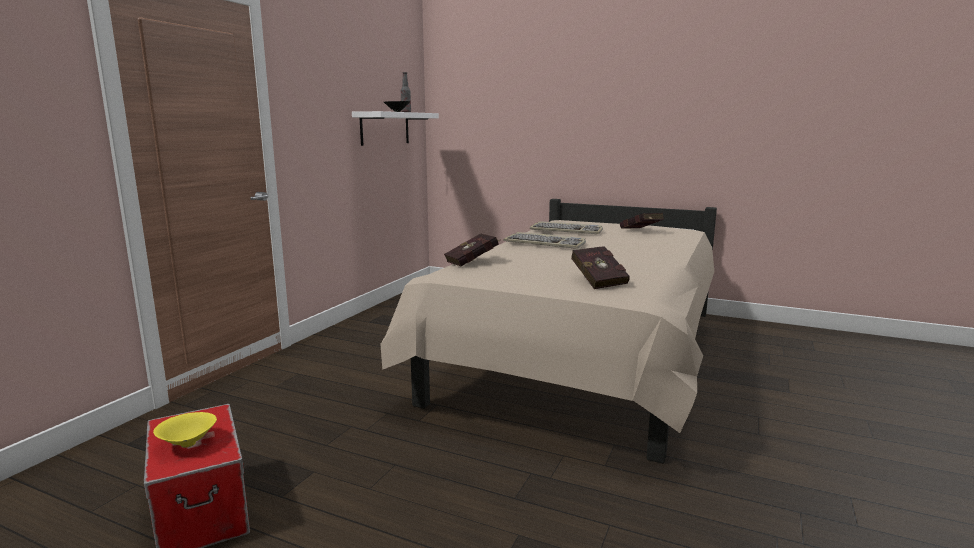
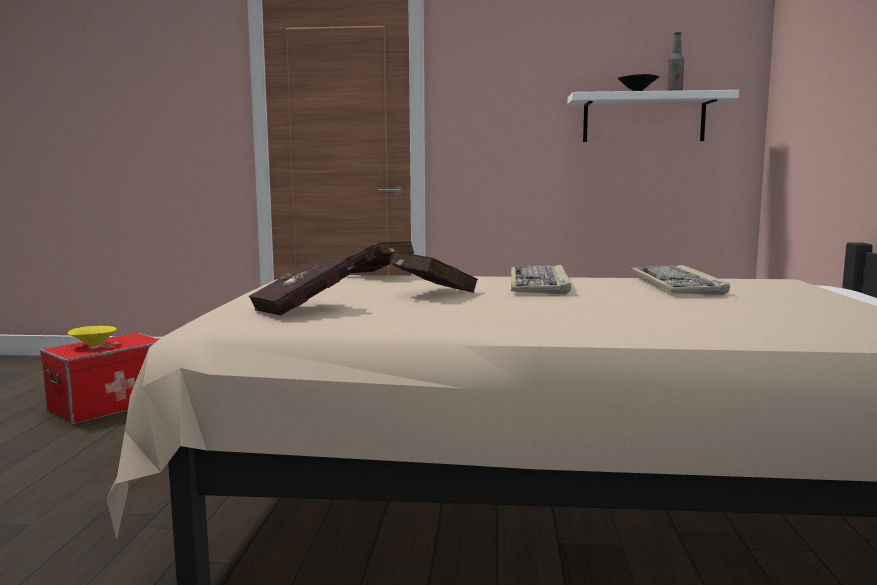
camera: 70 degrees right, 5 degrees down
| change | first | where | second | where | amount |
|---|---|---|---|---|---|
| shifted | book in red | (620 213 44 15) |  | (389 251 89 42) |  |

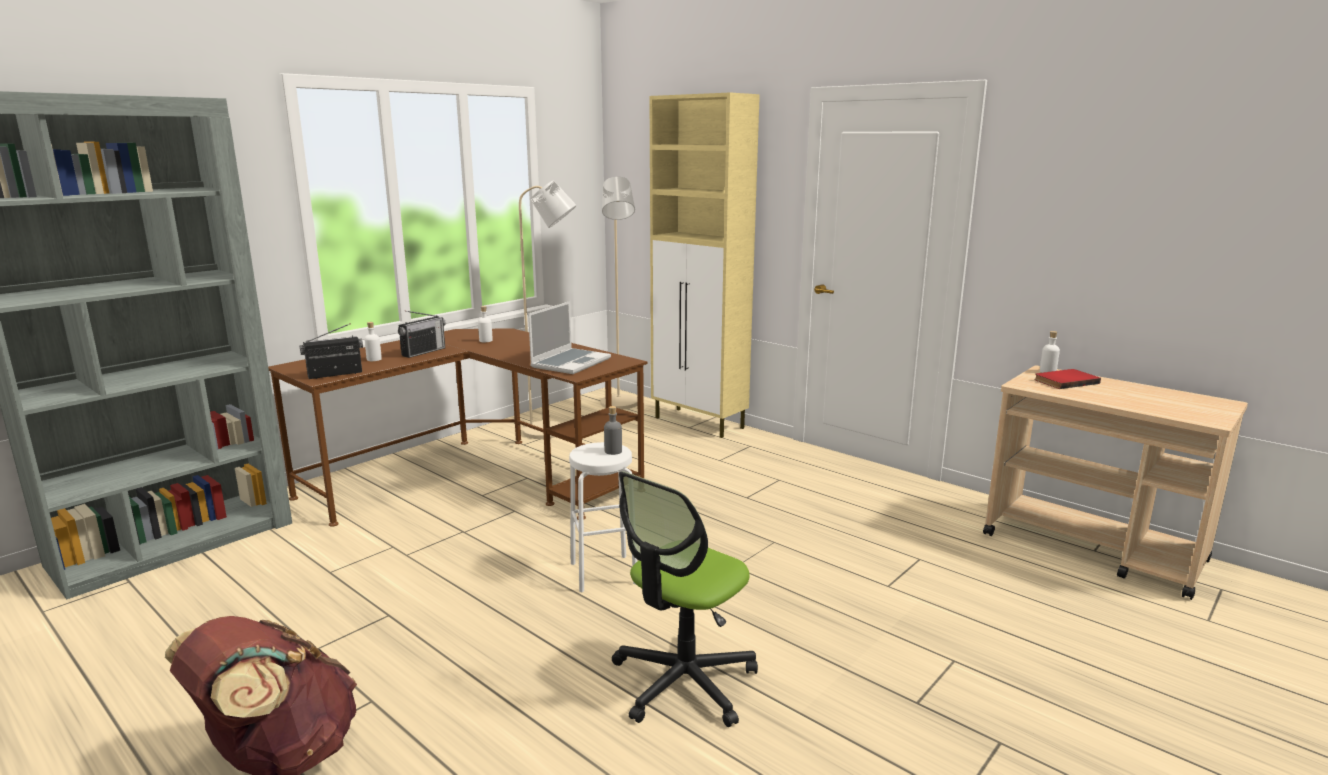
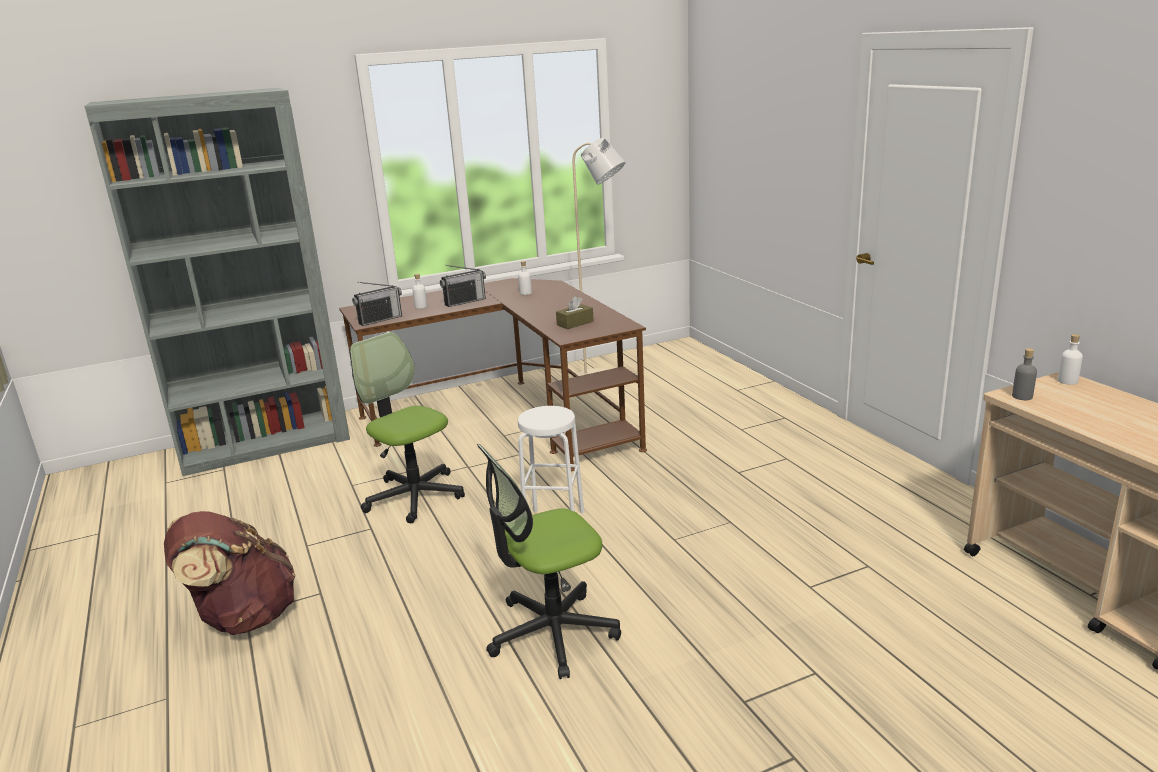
camera: 25 degrees right, 5 degrees up
| change | first | where | second | where | amount |
|---|---|---|---|---|---|
| rotated | radio | (300 323 63 56) |  | (352 282 50 44) | 150 degrees clockwise |
| swapped | laptop | (528 301 83 73) | tissue box in brown | (556 296 38 33) |  |
| gone | floor lamp in beige | (601 177 37 233) |  |  |  |
| shifted | bottle in grey | (604 406 18 49) |  | (1012 348 25 52) |  |
| gone | cabinet in beige | (650 93 110 345) |  |  |  |
| gone | book in red | (1034 369 67 20) |  |  |  |
| new |  |  | office chair | (350 332 115 191) |  |

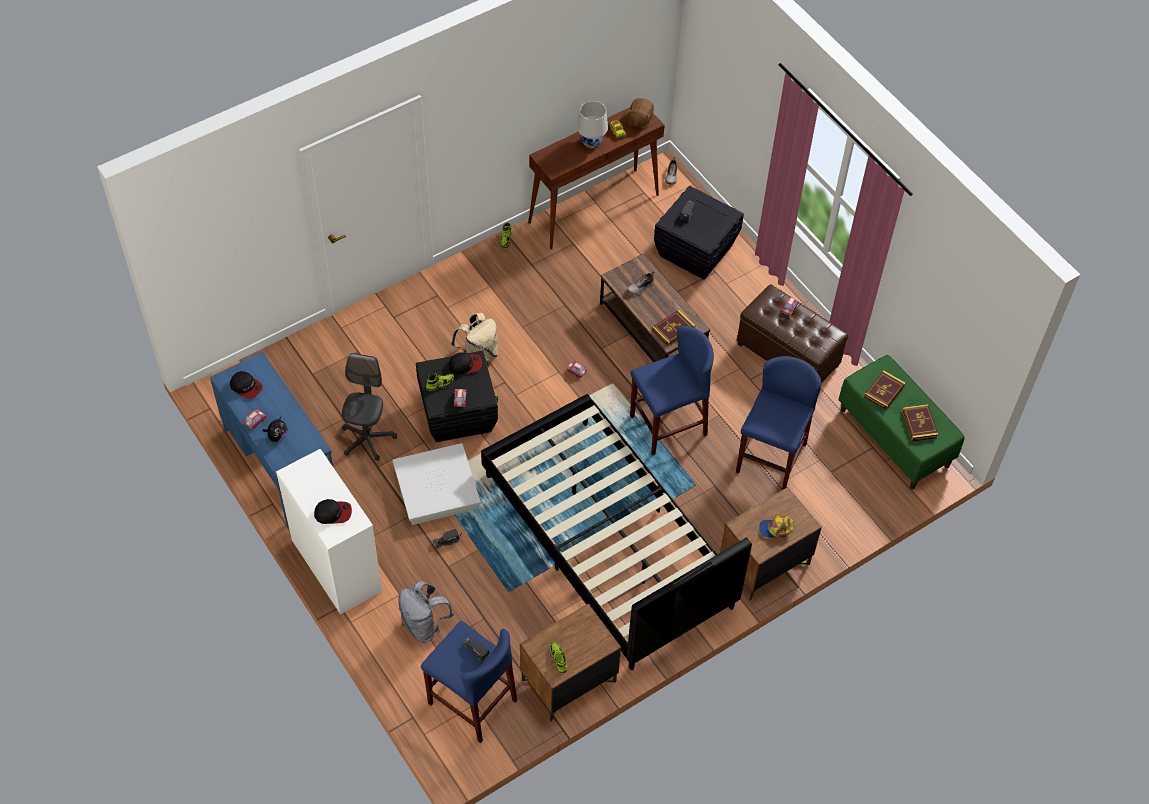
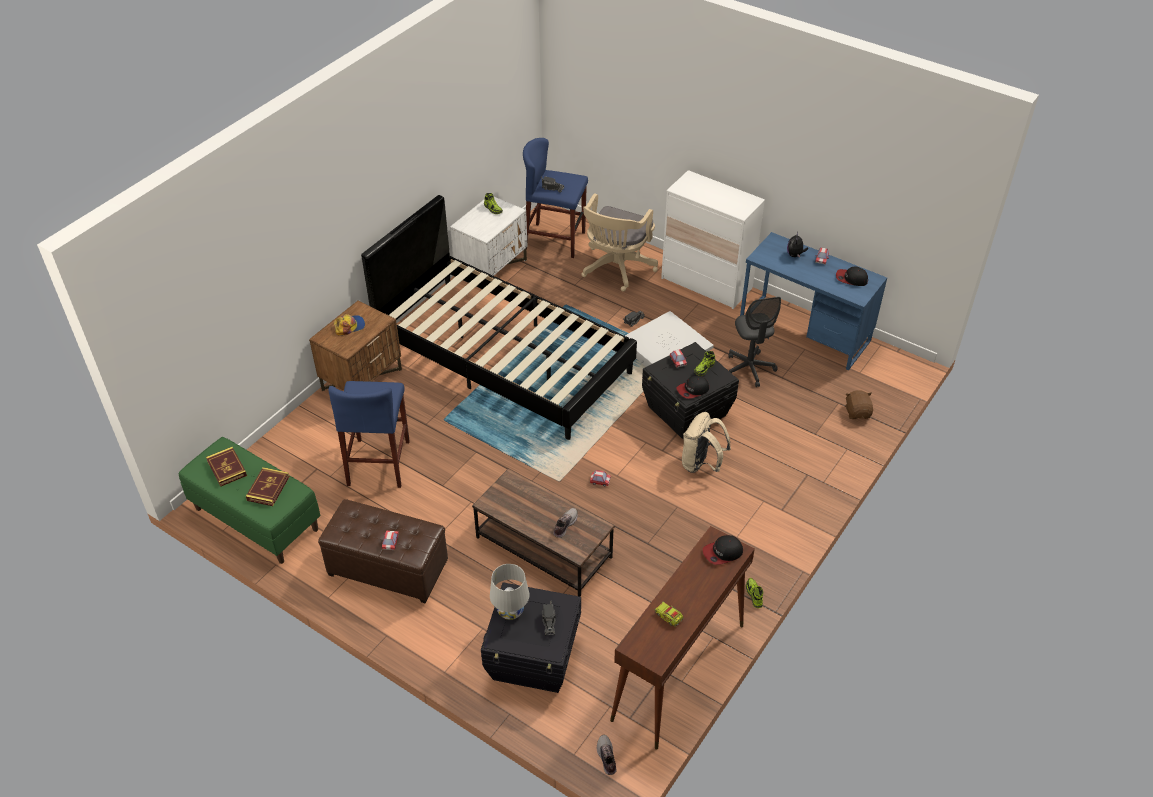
camera: 160 degrees right, 10 degrees down
| change | first | where | second | where | amount |
|---|---|---|---|---|---|
| shifted | cap | (314 499 38 25) |  | (703 535 40 30) |  |
| swapped | backpack in grey | (398 581 56 62) | office chair in beige | (582 194 76 98) |  |
| repainted | nightstand in brown | (520 603 101 119) | nightstand in white | (450 197 78 79) |  |
| shifted | table lamp in white | (577 101 31 47) |  | (490 564 39 56) |  |
| shifted | plush toy in brown | (626 98 28 31) |  | (846 390 27 29) |  |
| gone | stool in blue | (630 326 84 129) |  |  |  |
| gone | book | (652 310 43 36) |  |  |  |

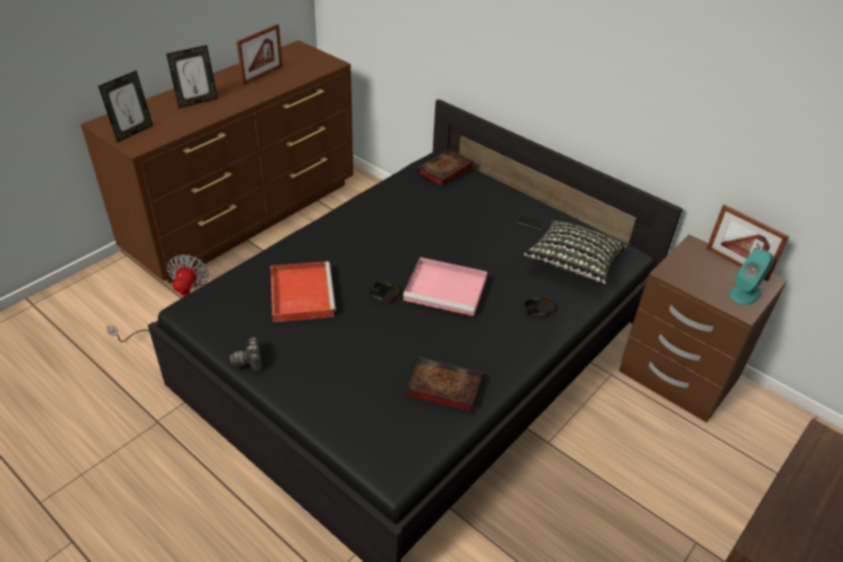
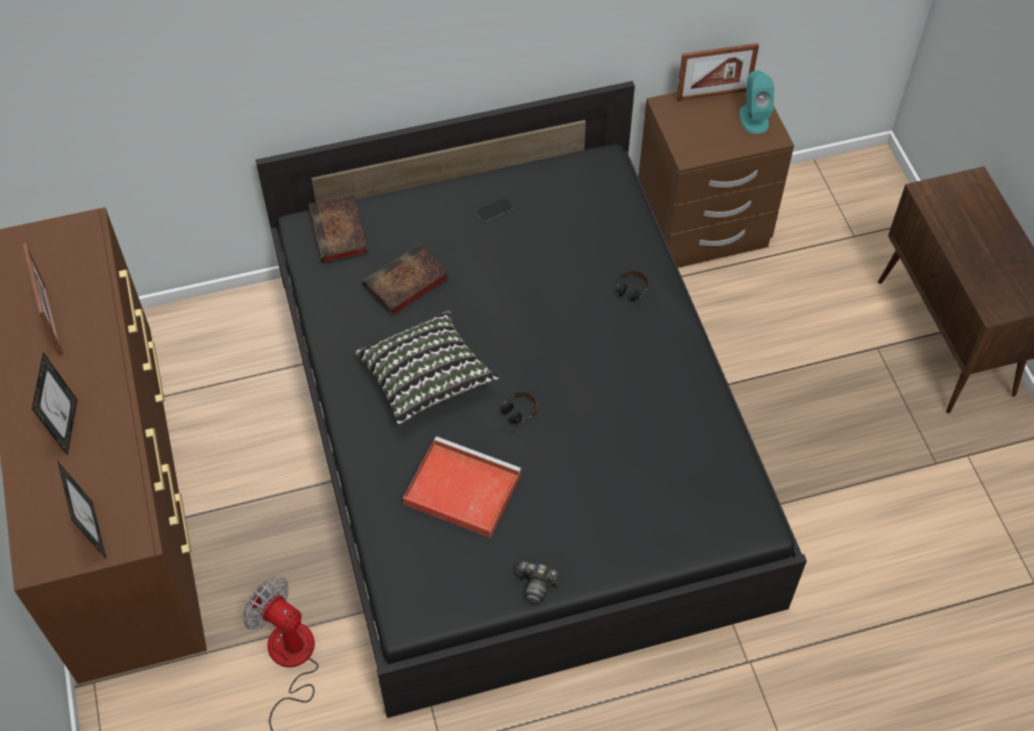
camera: 55 degrees left, 15 degrees up
| change | first | where | second | where | amount |
|---|---|---|---|---|---|
| gone | tray in pink | (403 257 84 59) |  |  |  |
| shifted | book | (406 357 77 56) |  | (363 244 86 72) |  |
| shifted | pillow | (524 221 103 63) |  | (355 310 144 114) |  |

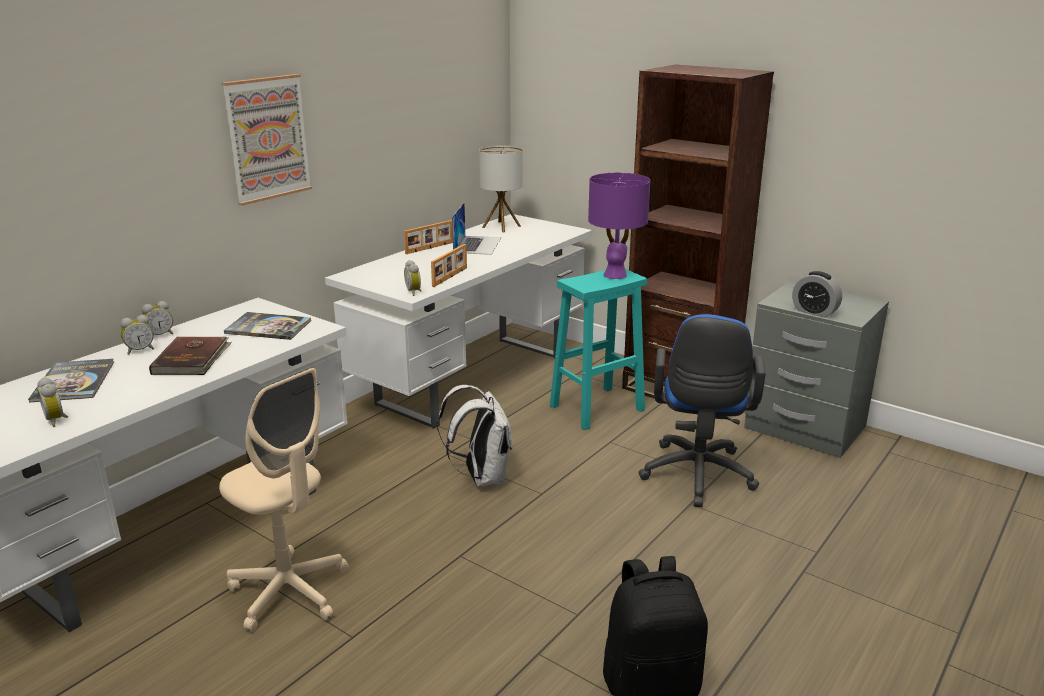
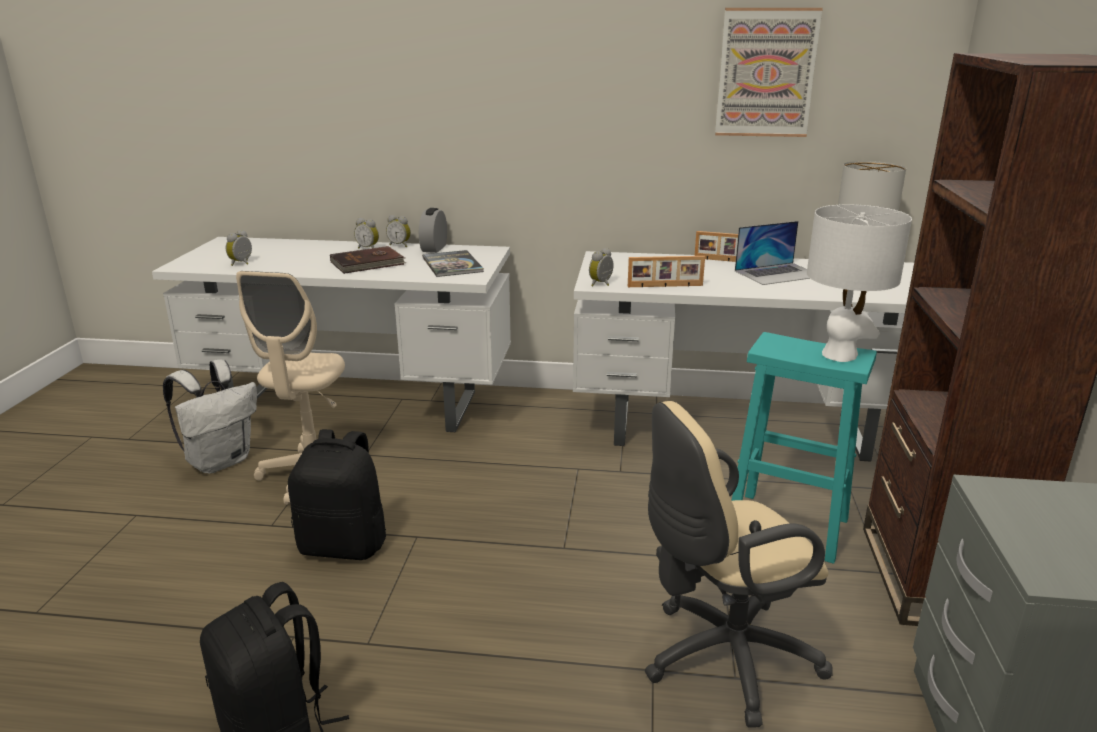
camera: 60 degrees right, 0 degrees up
| change | first | where | second | where | amount |
|---|---|---|---|---|---|
| gone | book | (28 359 86 44) |  |  |  |
| shifted | picture | (222 74 90 132) |  | (715 8 108 129) |  |
| shifted | backpack in white | (437 385 76 102) |  | (163 359 94 115) |  |
| repainted | table lamp in purple | (588 173 63 106) | table lamp in white | (807 204 105 158) |  |
| repainted | office chair in blue | (638 314 127 193) | office chair in beige | (645 401 188 327) |  |
| shifted | alarm clock | (792 271 50 47) |  | (419 208 28 45) |  |
| new |  |  | backpack in black | (288 429 98 131) |  |

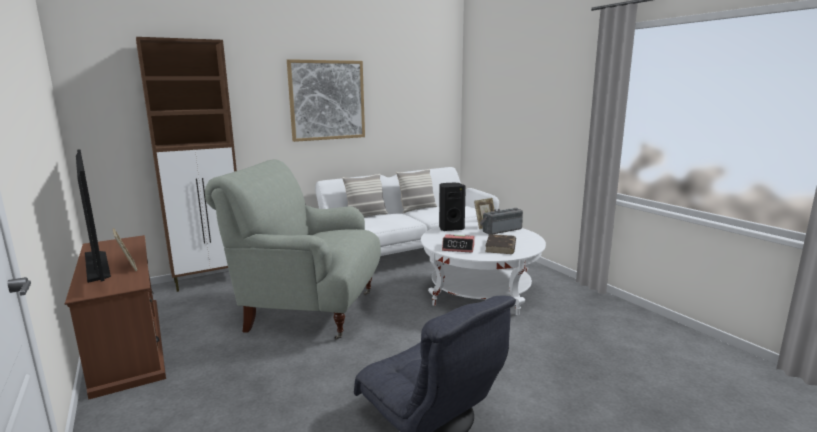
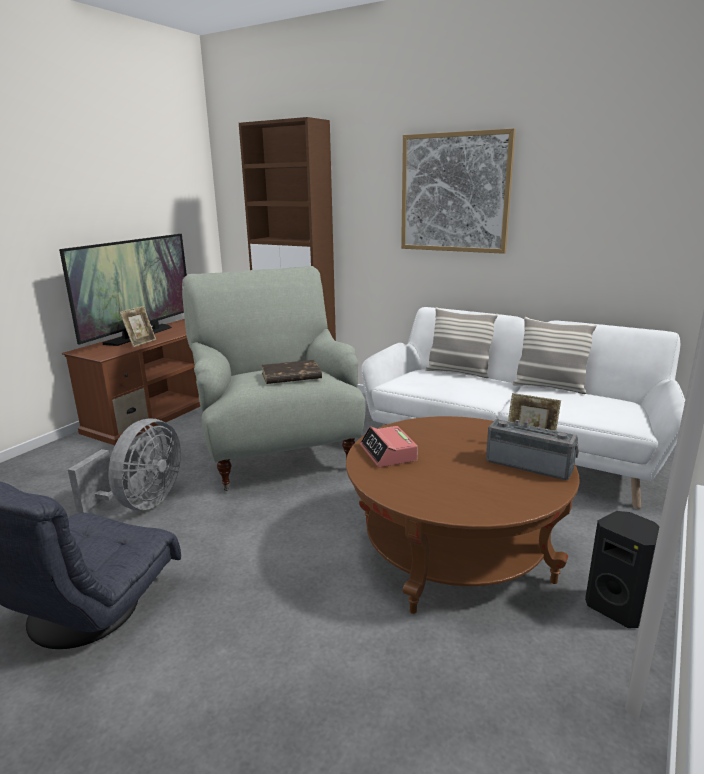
camera: 60 degrees right, 5 degrees up
| change | first | where | second | where | amount |
|---|---|---|---|---|---|
| repainted | coffee table in white | (421 222 125 93) | coffee table in brown | (346 416 234 198) |  |
| shifted | speaker in black | (439 183 27 48) |  | (585 511 75 117) |  |
| shifted | book in brown | (485 234 31 20) |  | (261 360 61 24) |  |
| new |  |  | fan in grey | (68 419 113 94) |  |

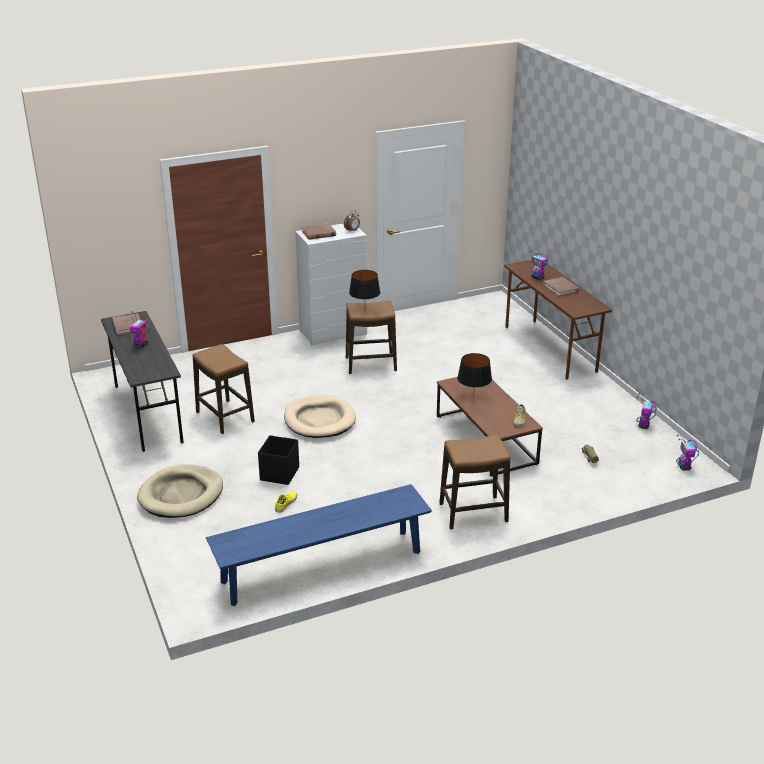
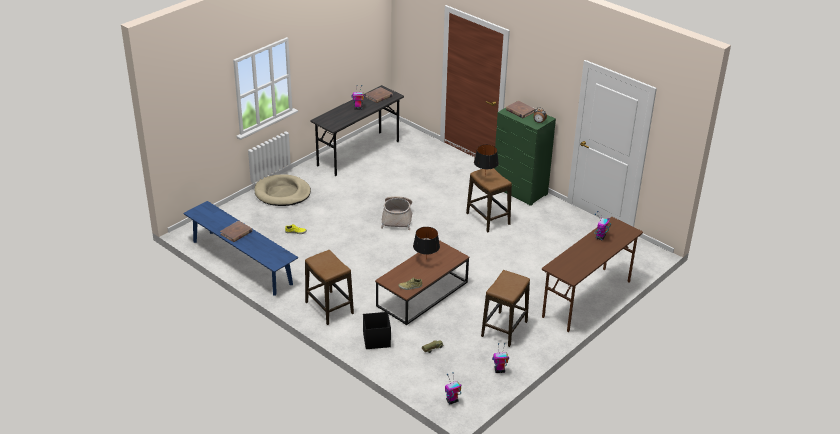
camera: 65 degrees right, 5 degrees up
| change | first | where | second | where | amount |
|---|---|---|---|---|---|
| shifted | stool | (193 344 62 90) |  | (481 270 49 77) |  |
| shifted | storage box in black | (258 435 41 50) |  | (363 312 28 37) |  |
| swapped | dog bed in beige | (284 395 72 43) | basket | (381 196 32 34) |  |
| repainted | dresser in white | (295 223 72 123) | dresser in green | (494 108 62 98) |  |
| shifted | book in brown | (543 277 36 20) |  | (220 221 33 21) |  |

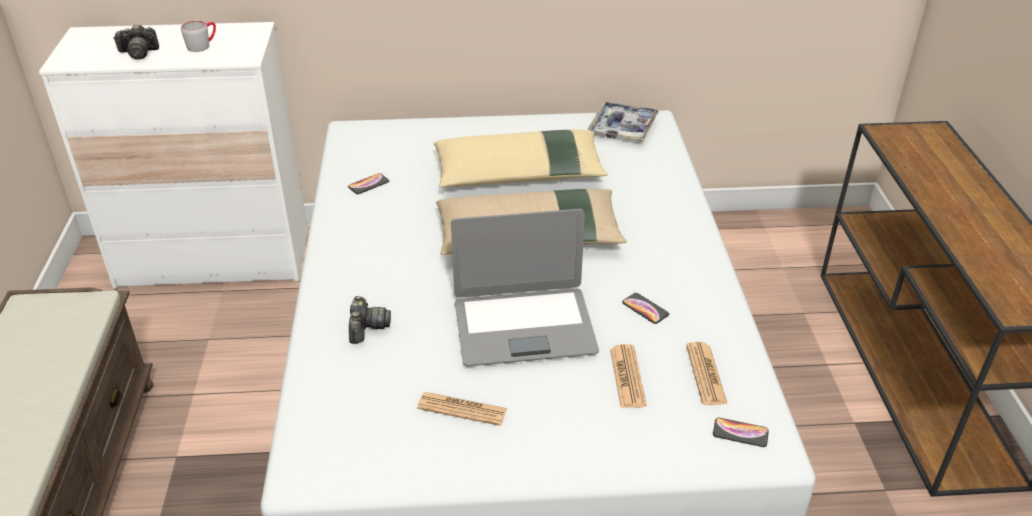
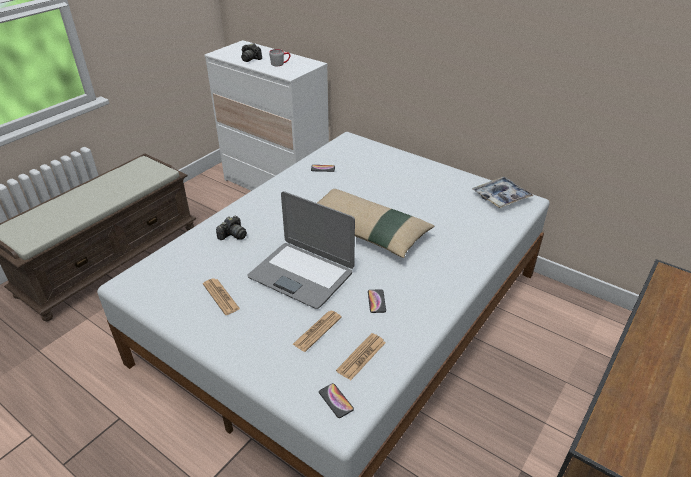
camera: 40 degrees right, 0 degrees up
| change | first | where | second | where | amount |
|---|---|---|---|---|---|
| gone | pillow in beige | (434 129 174 58) |  |  |  |

